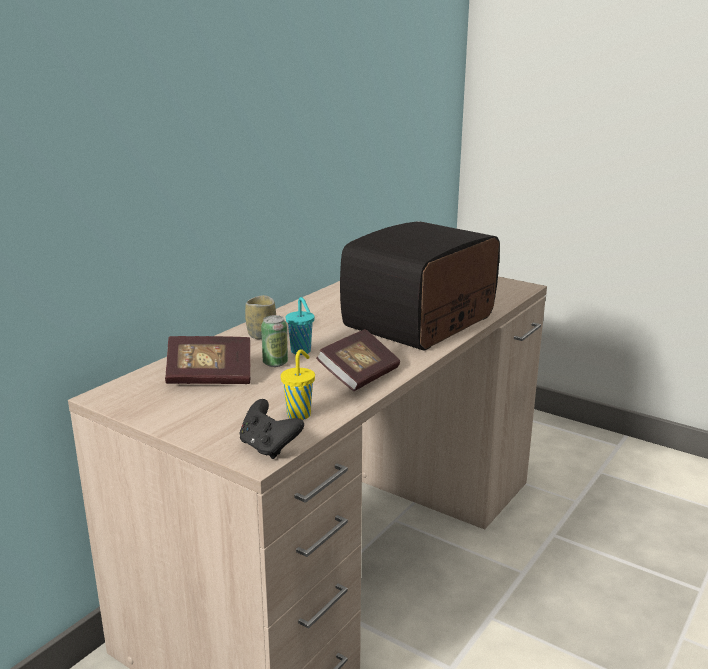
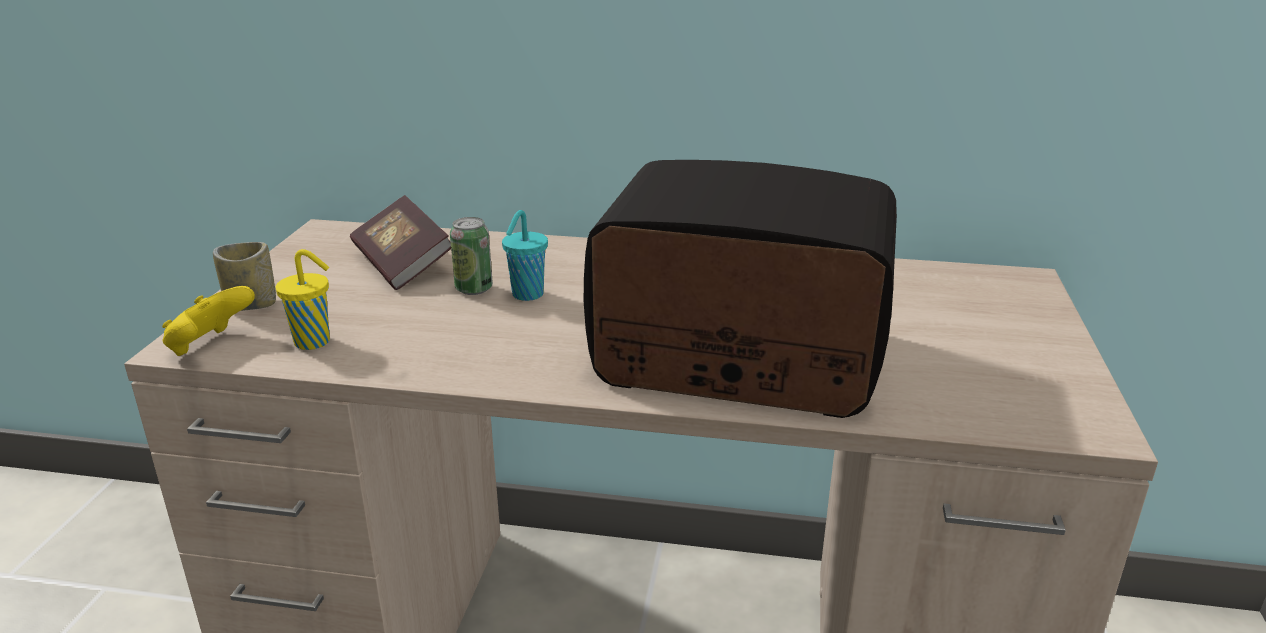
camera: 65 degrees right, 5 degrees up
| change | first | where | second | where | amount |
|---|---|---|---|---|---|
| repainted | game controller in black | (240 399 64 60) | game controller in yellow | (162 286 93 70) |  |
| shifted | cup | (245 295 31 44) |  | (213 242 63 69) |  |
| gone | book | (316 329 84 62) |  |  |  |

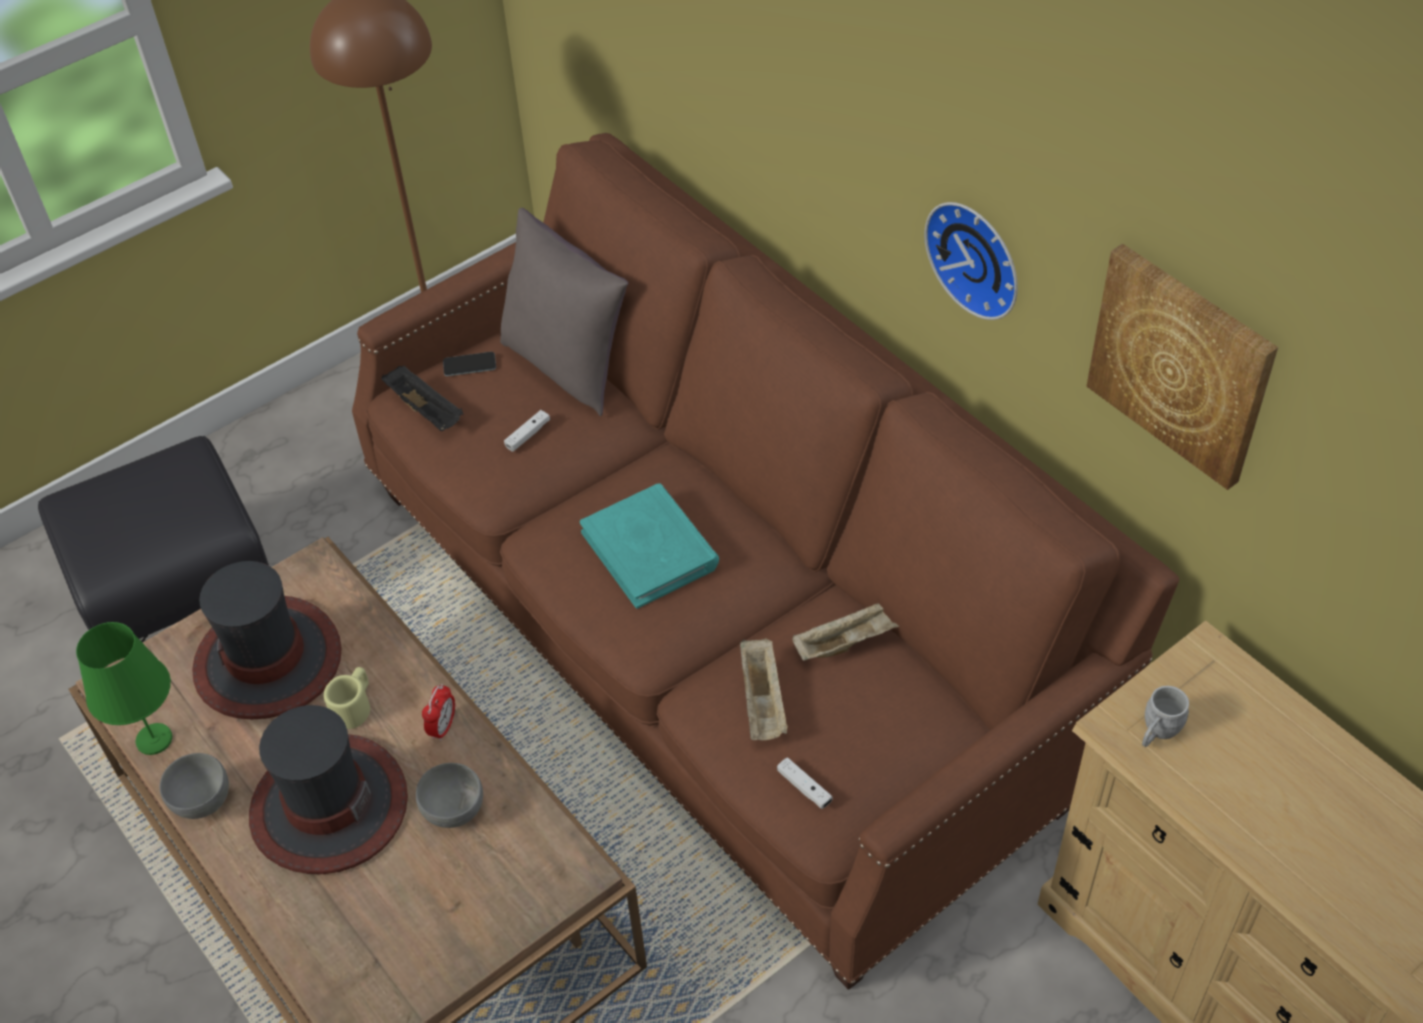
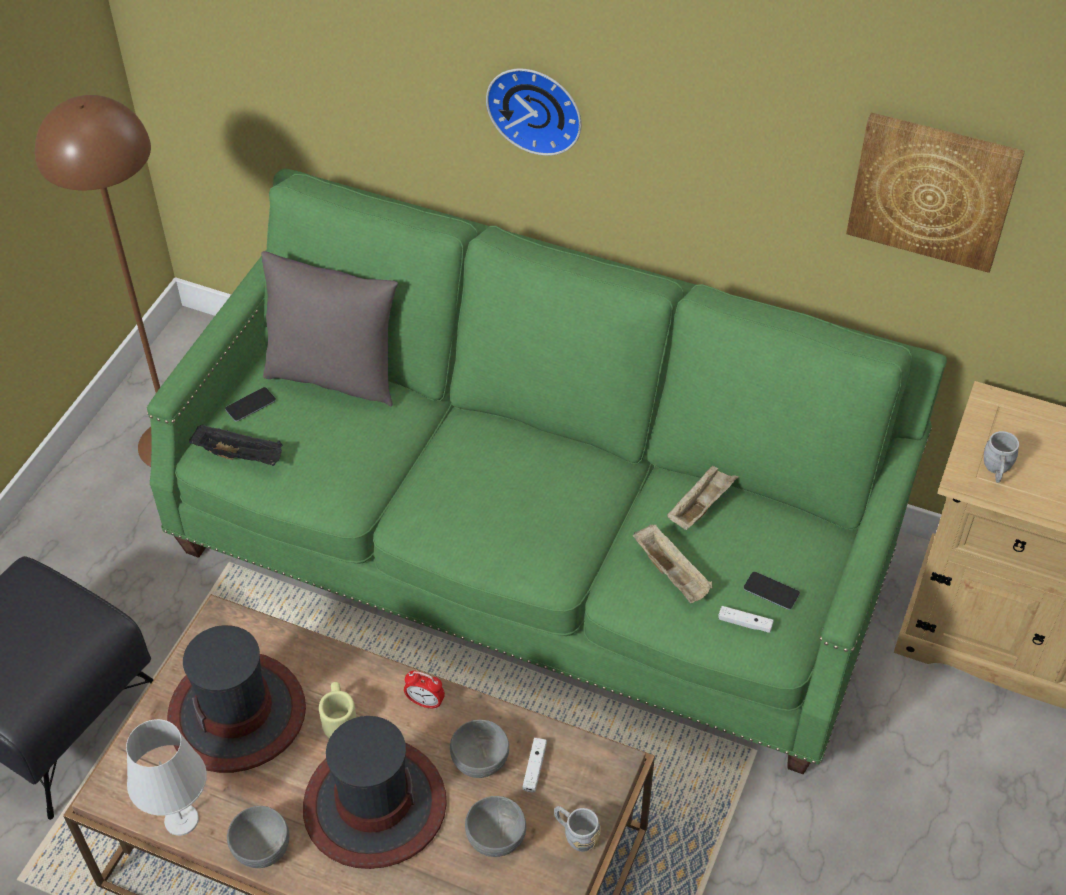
camera: 30 degrees left, 0 degrees up
| change | first | where | second | where | amount |
|---|---|---|---|---|---|
| repainted | table lamp in green | (76 622 96 133) | table lamp in white | (126 719 81 117) |  |
| repainted | sofa in brown | (352 133 827 857) | sofa in green | (147 169 800 605) |  |
| rotated | alarm clock | (422 684 33 57) |  | (404 671 41 39) | 120 degrees clockwise |
| shifted | game controller in white | (504 410 46 42) |  | (523 738 24 55) |  |
| gone | book in turquoise | (580 483 139 126) |  |  |  |
| shifted | wall clock | (924 202 94 118) |  | (486 68 96 88) |  |
| new |  |  | bowl in grey | (465 796 61 61) |  |
| new |  |  | mug in grey | (554 806 47 46) |  |
| new |  |  | phone | (744 572 56 38) |  |

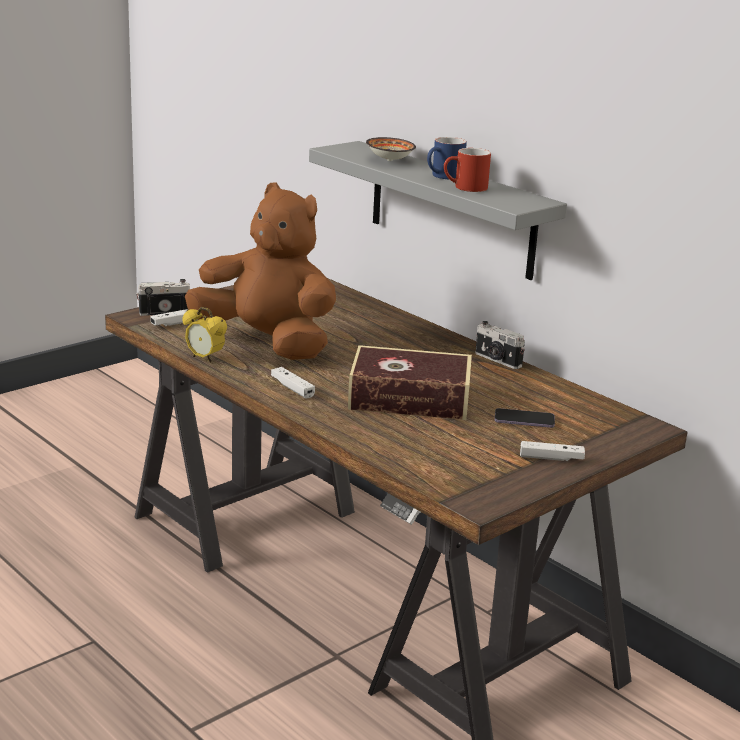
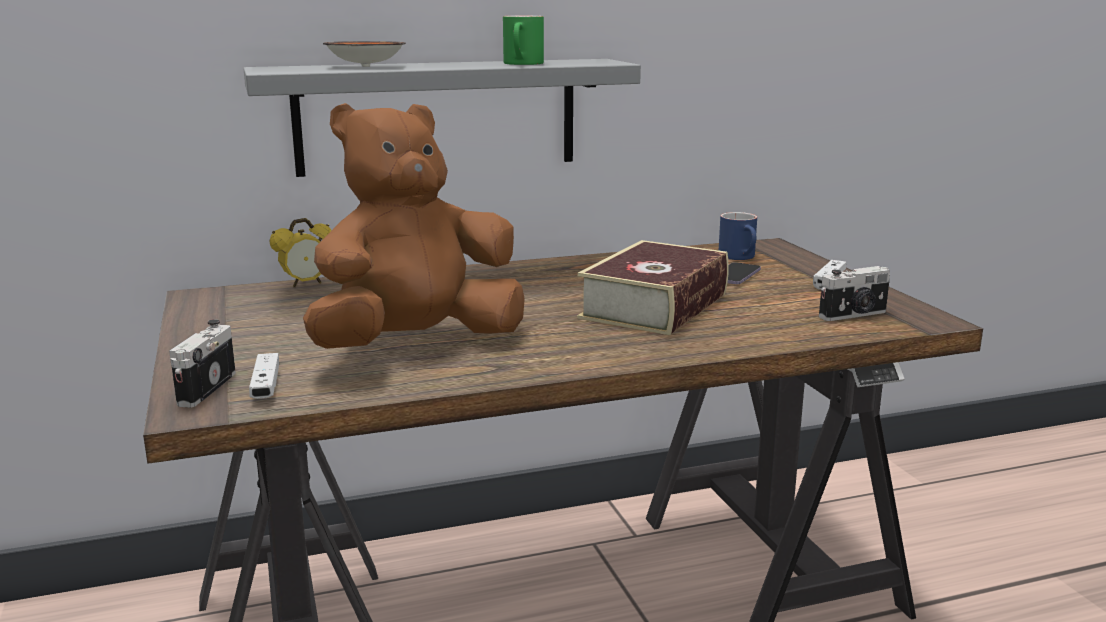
camera: 65 degrees left, 5 degrees down
| change | first | where | second | where | amount |
|---|---|---|---|---|---|
| shifted | alarm clock | (182 307 45 56) |  | (270 218 62 69) |  |
| gone | game controller in white | (271 367 44 32) |  |  |  |
| shifted | mug in blue | (427 137 40 43) |  | (719 212 38 48) |  |
| repainted | mug in red | (444 148 47 44) | mug in green | (503 16 41 49) |  |
| shifted | photo camera | (475 321 50 48) |  | (819 266 71 55) |  |

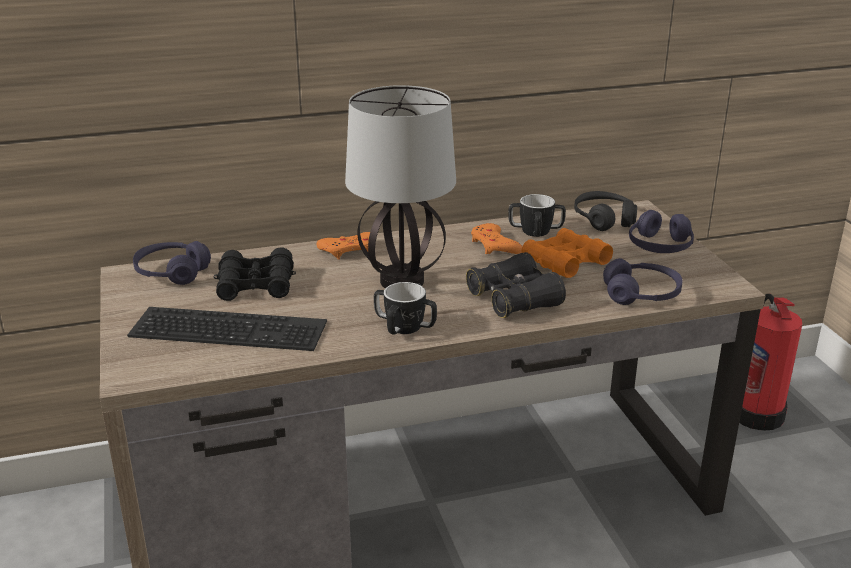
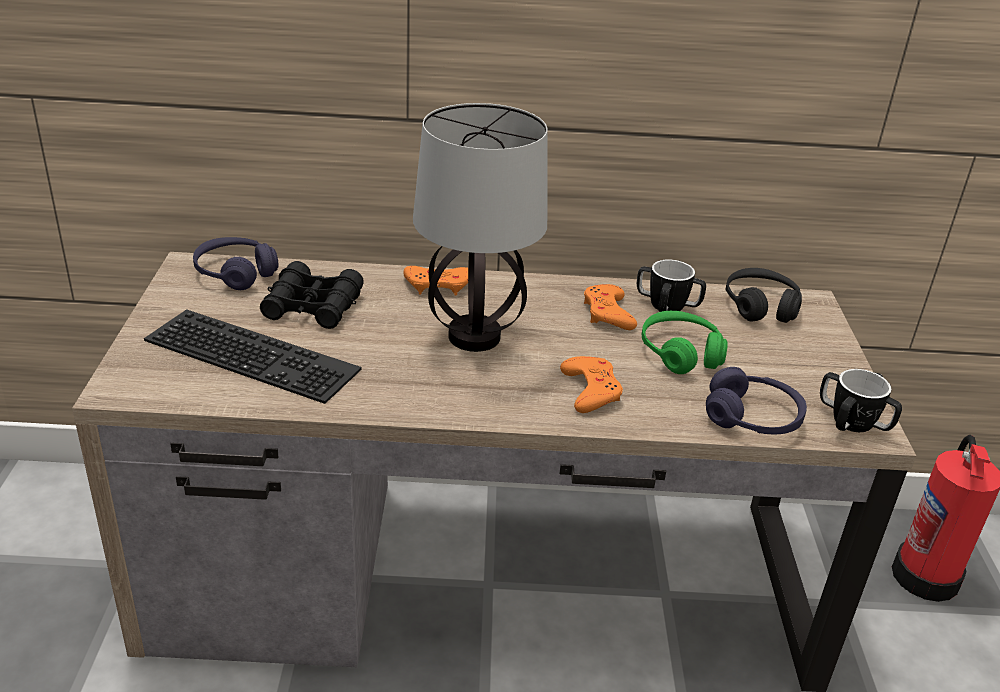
camera: 15 degrees right, 5 degrees up
| change | first | where | second | where | amount |
|---|---|---|---|---|---|
| shifted | mug | (374 282 63 53) |  | (820 369 82 63) |  |
| swapped | binoculars in black | (466 252 100 66) | game controller in orange | (560 356 63 57) |  |
| swapped | binoculars in orange | (521 228 92 50) | headphones in green | (642 311 86 63) |  |
| gone | headphones in purple | (629 210 65 43) |  |  |  |

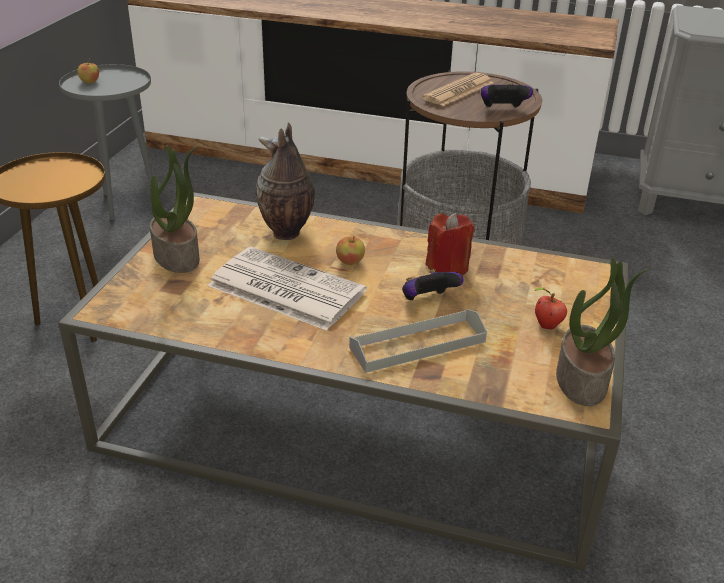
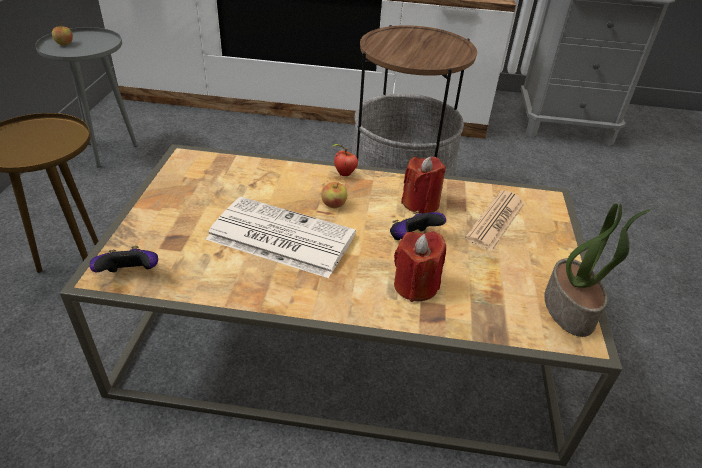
camera: 10 degrees left, 5 degrees up
| change | first | where | second | where | amount |
|---|---|---|---|---|---|
| gone | potted plant | (150 145 50 128) |  |  |  |
| gone | vase | (256 122 59 118) |  |  |  |
| swapped | tray in grey | (349 309 138 64) | candle in red | (394 231 52 71) |  |
| shifted | newspaper | (422 73 72 33) |  | (465 190 60 60) |  |
| shifted | game controller | (481 83 52 25) |  | (89 245 69 27) |  |
| shifted | apple | (534 288 33 42) |  | (331 144 27 32) |  |

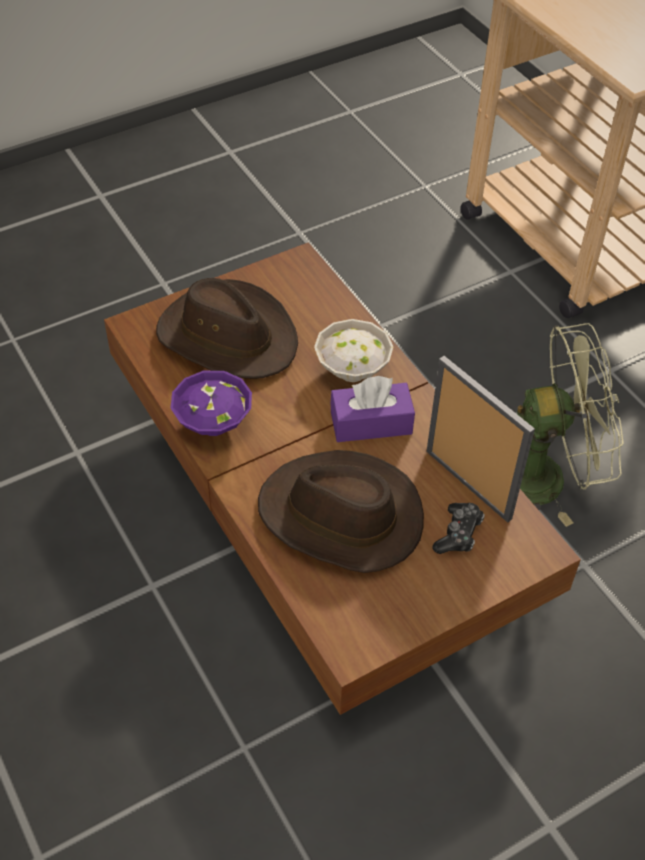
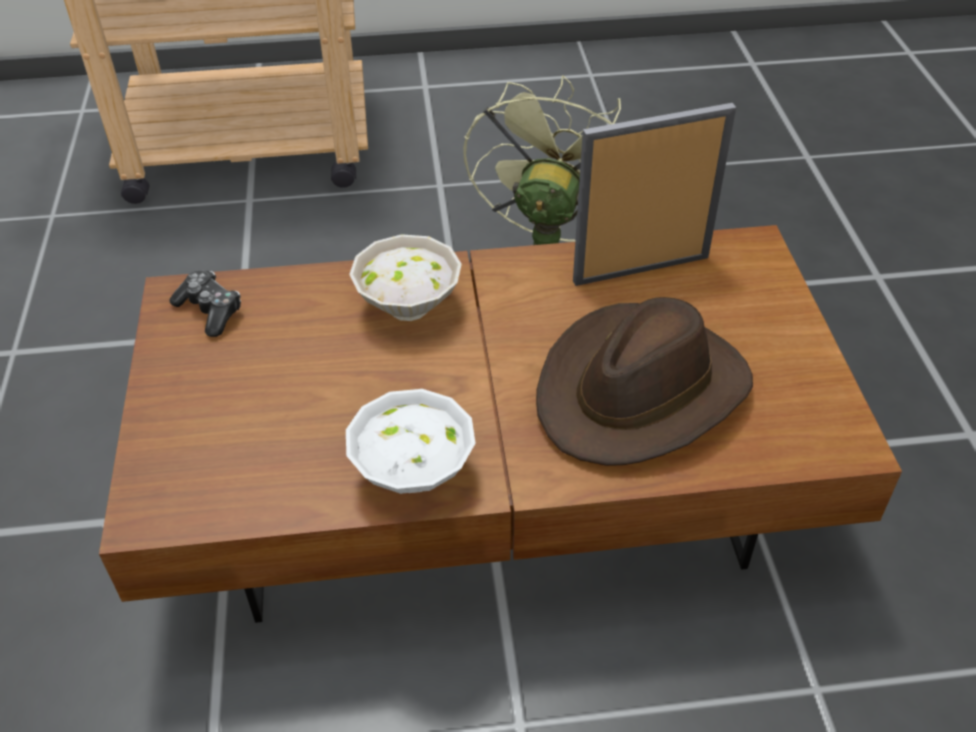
camera: 65 degrees left, 5 degrees down
| change | first | where | second | where | amount |
|---|---|---|---|---|---|
| gone | hat in brown | (156 278 142 101) |  |  |  |
| repainted | bowl in purple | (171 371 81 65) | bowl in white | (346 389 129 105) |  |
| gone | tissue box in purple | (330 376 85 66) |  |  |  |
| shifted | game controller | (432 503 53 51) |  | (169 270 72 67) |  |

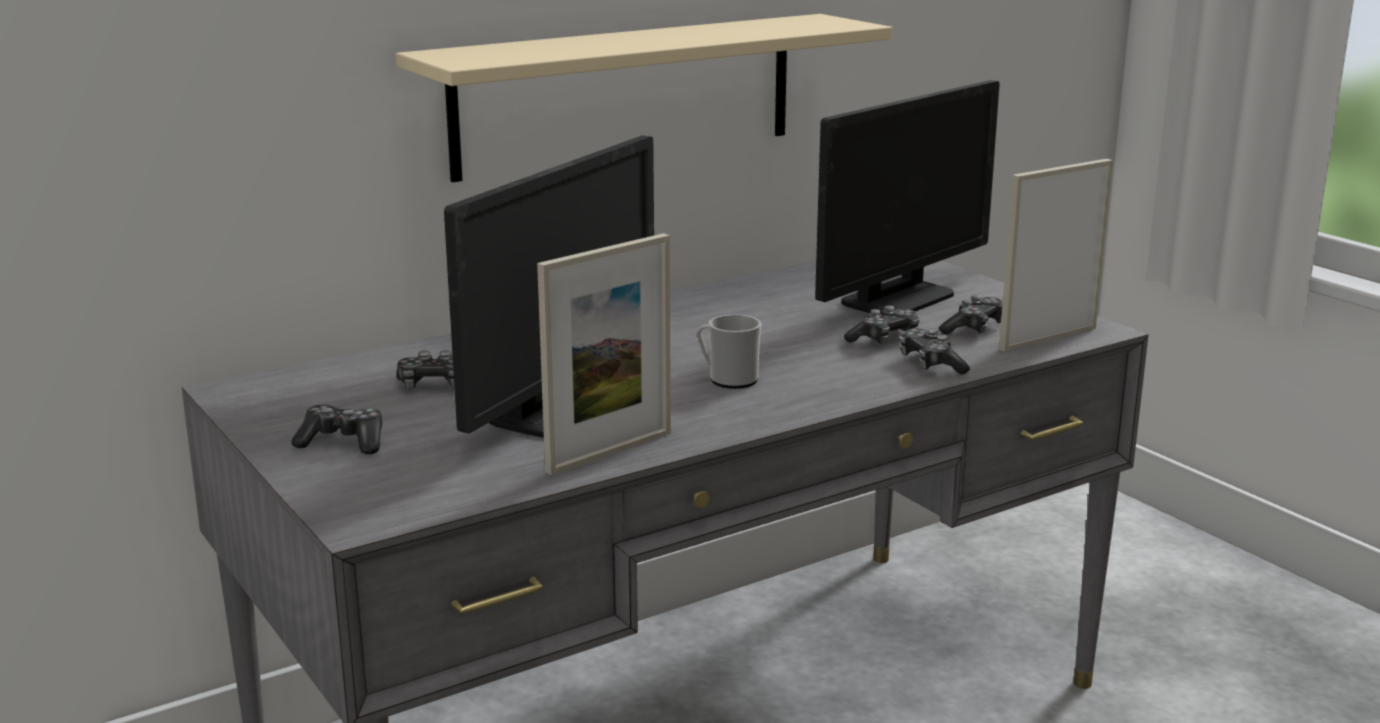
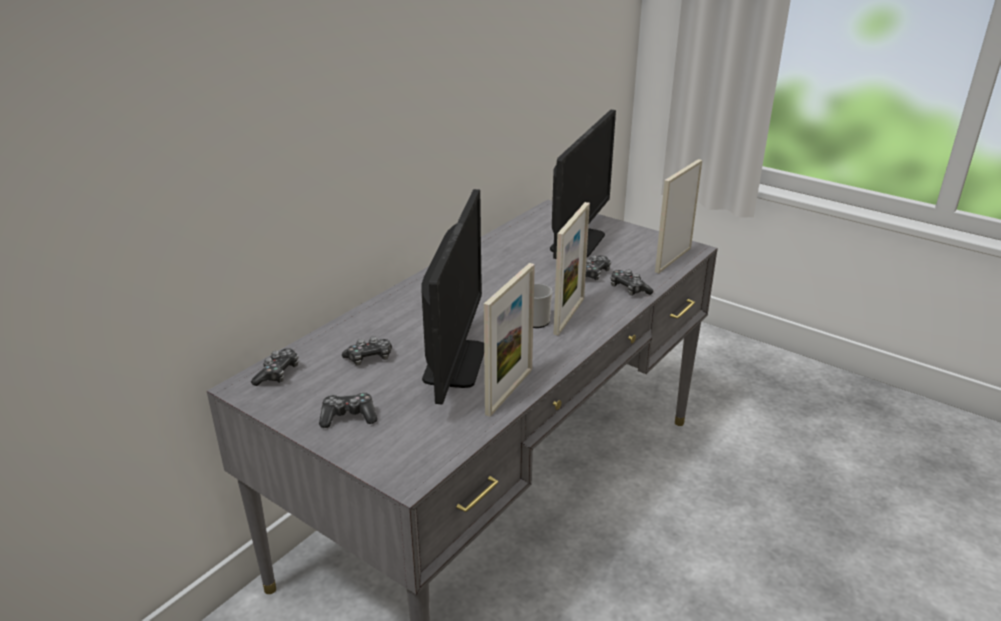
camera: 20 degrees left, 10 degrees up
| change | first | where | second | where | amount |
|---|---|---|---|---|---|
| gone | shelf in beige | (396 14 496 168) |  |  |  |
| shifted | game controller | (939 295 64 40) |  | (251 348 48 38) |  |
| new |  |  | picture frame | (553 202 37 134) |  |

